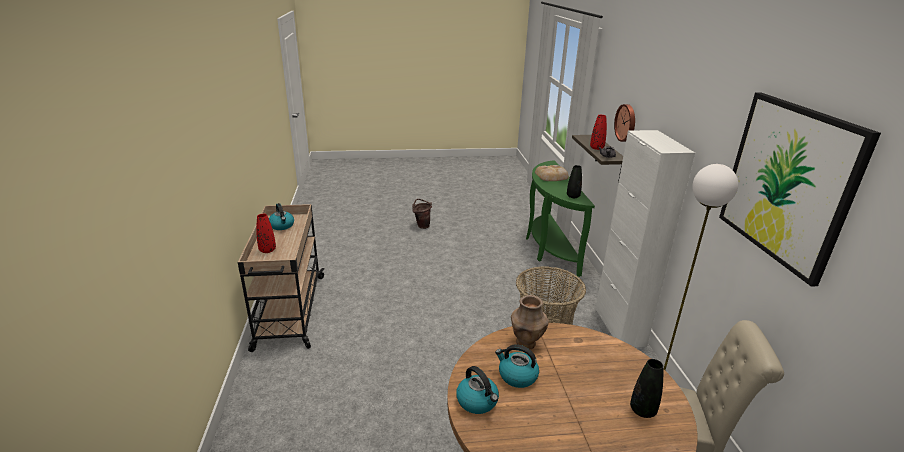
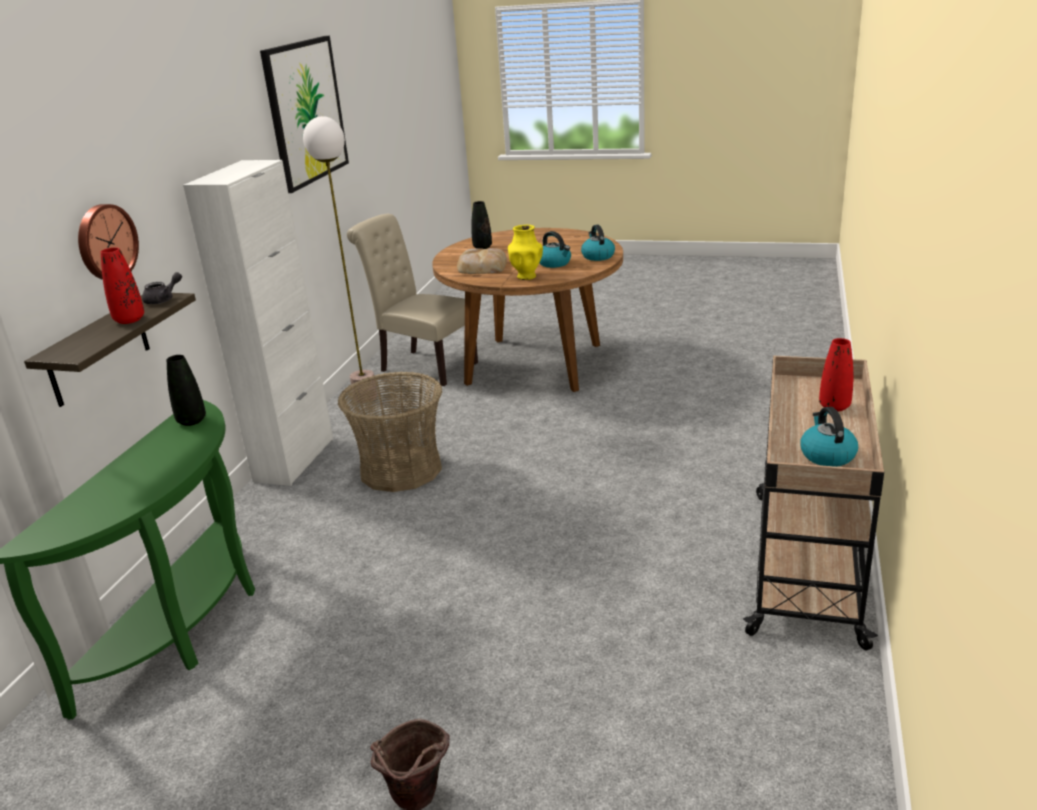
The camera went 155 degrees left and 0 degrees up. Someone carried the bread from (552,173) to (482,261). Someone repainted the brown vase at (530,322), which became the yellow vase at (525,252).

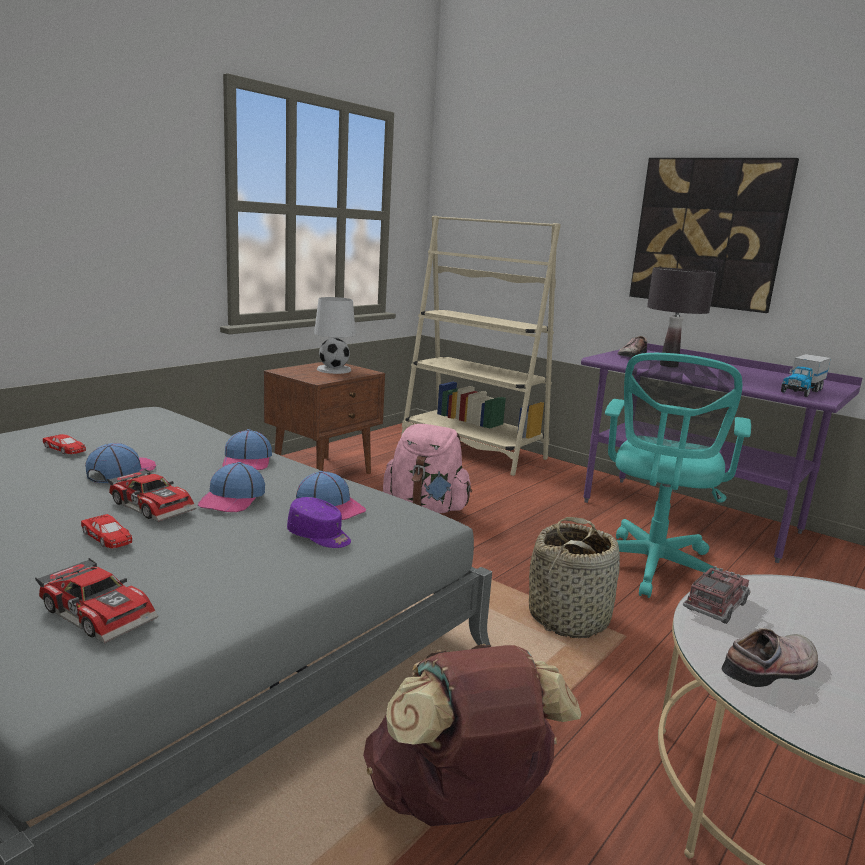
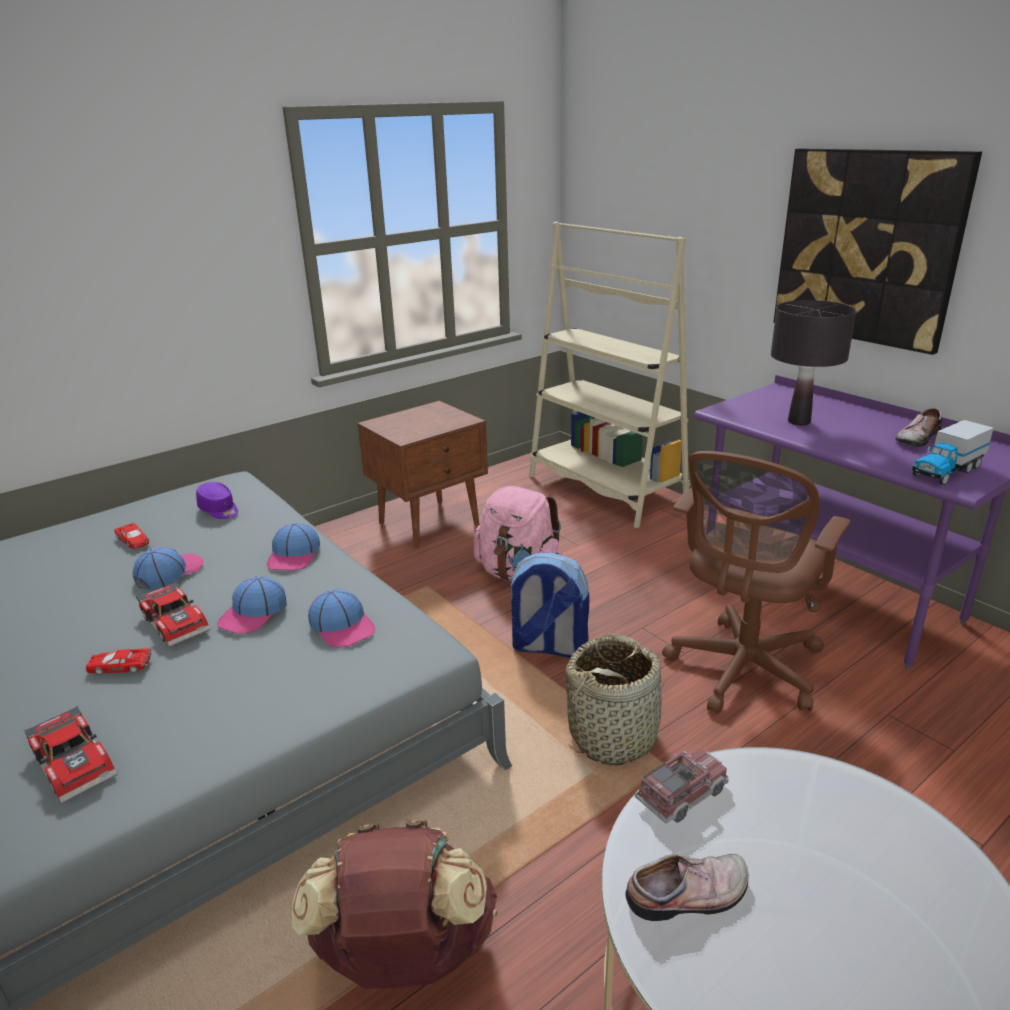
The camera went 15 degrees right and 10 degrees up. Someone rotated the red toy car at (106,531) by 120 degrees clockwise. Someone carried the purple cap from (319,522) to (217,500). Someone put down the backpack at (548,605). Someone repainted the turquoise office chair at (678,475), which became the brown office chair at (756,582). Someone carried the shoe from (632,347) to (918,427). Someone took away the white table lamp at (335,335).

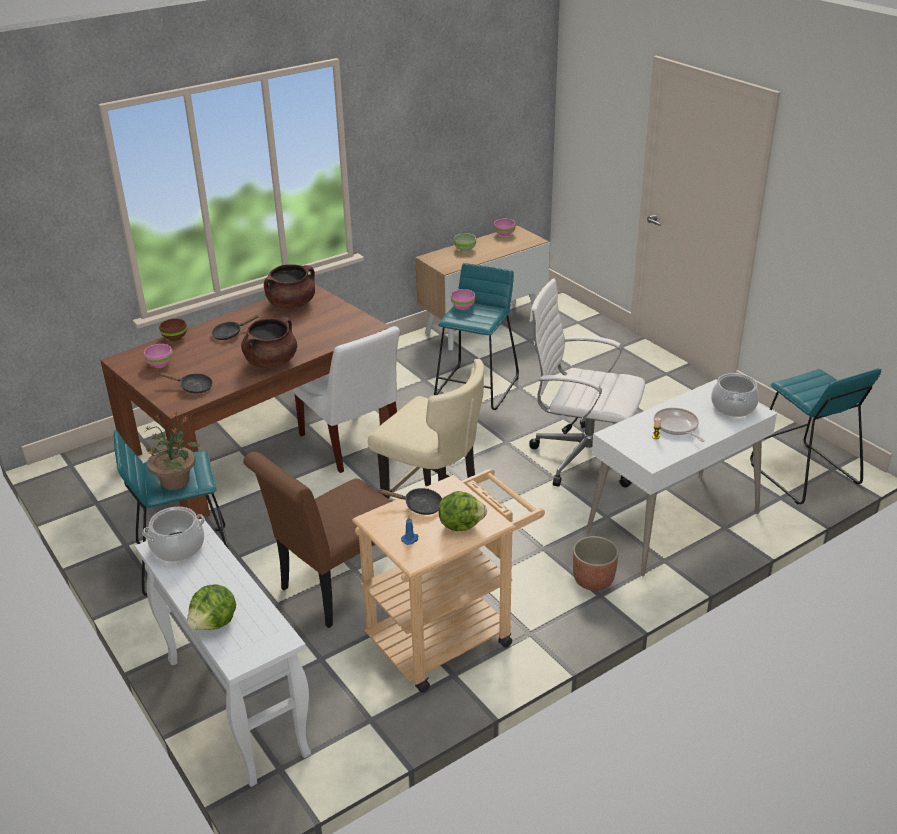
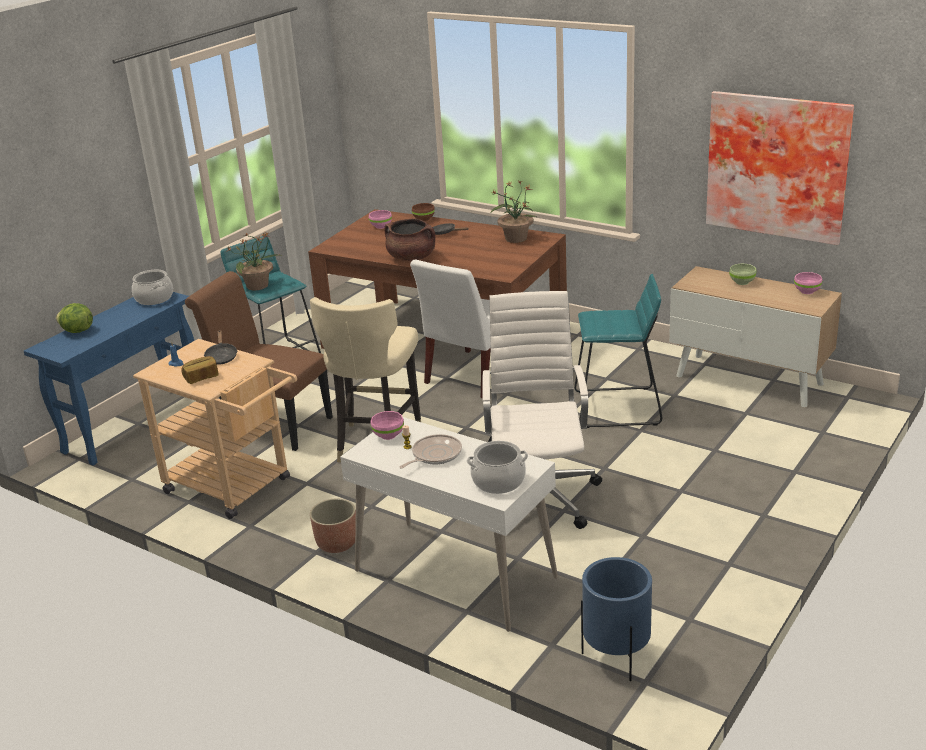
The camera went 70 degrees right and 5 degrees down. Someone repainted the white console table at (223,653), which became the blue console table at (109,379). Someone swapped the lettuce at (462,511) for the bread at (200,370). Someone carried the pink bowl from (463,299) to (387,425). Someone swapped the brown cooking pot at (289,286) for the potted plant at (513,211). Someone swapped the turquoise stool at (815,436) for the blue planter at (616,619). Someone put up the picture at (780,168). Someone took away the black frying pan at (186,383).

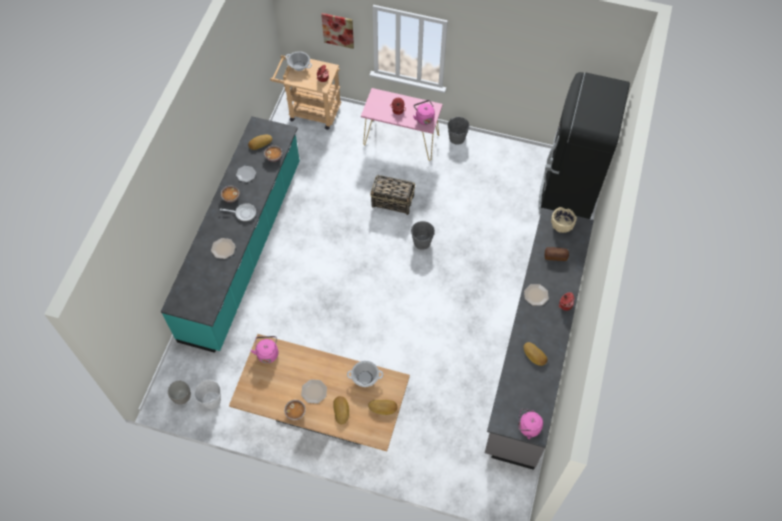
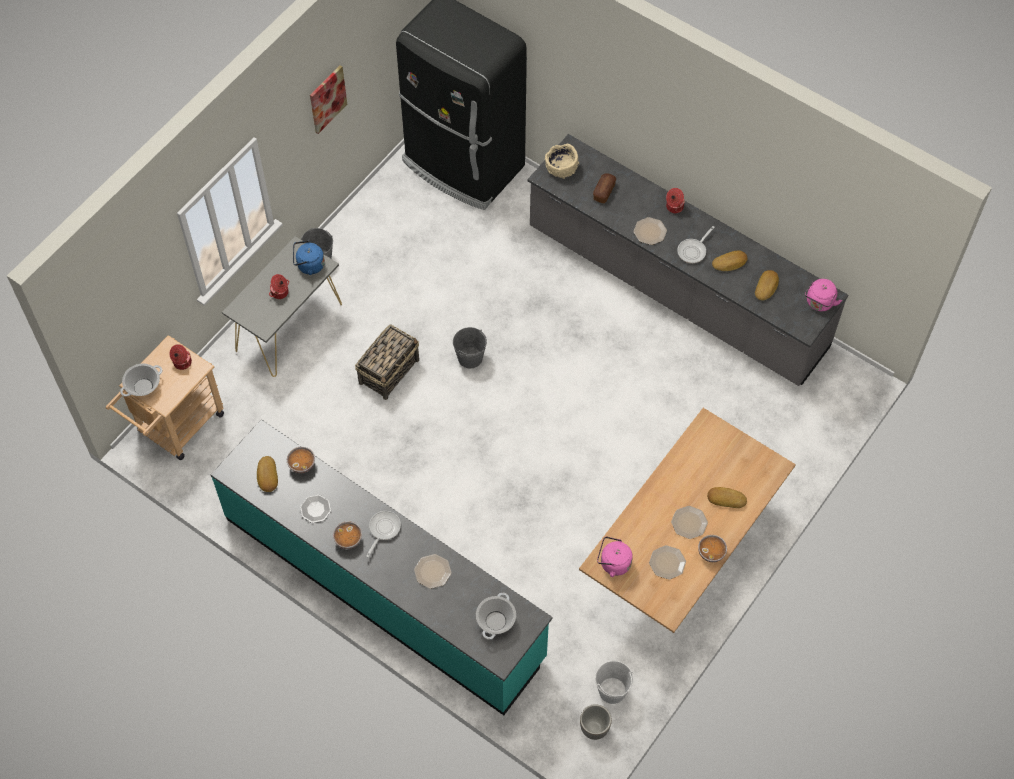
The camera went 70 degrees left and 0 degrees up. Someone repainted the pink console table at (402,124), which became the grey console table at (282,306). Someone repainted the pink kettle at (424,112), which became the blue kettle at (309,258). Someone carried the picture from (337,31) to (328,99). Someone carried the cooking pot from (365,374) to (496,616). Someone put down the plate at (667,562). Someone put down the frying pan at (696,244). Someone carried the bread from (383,407) to (767,285).

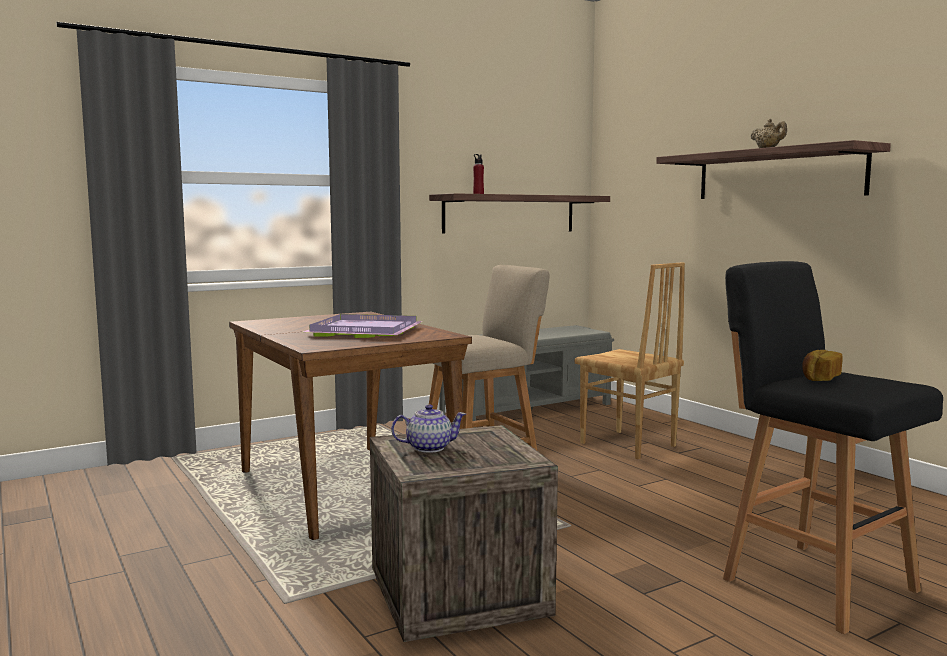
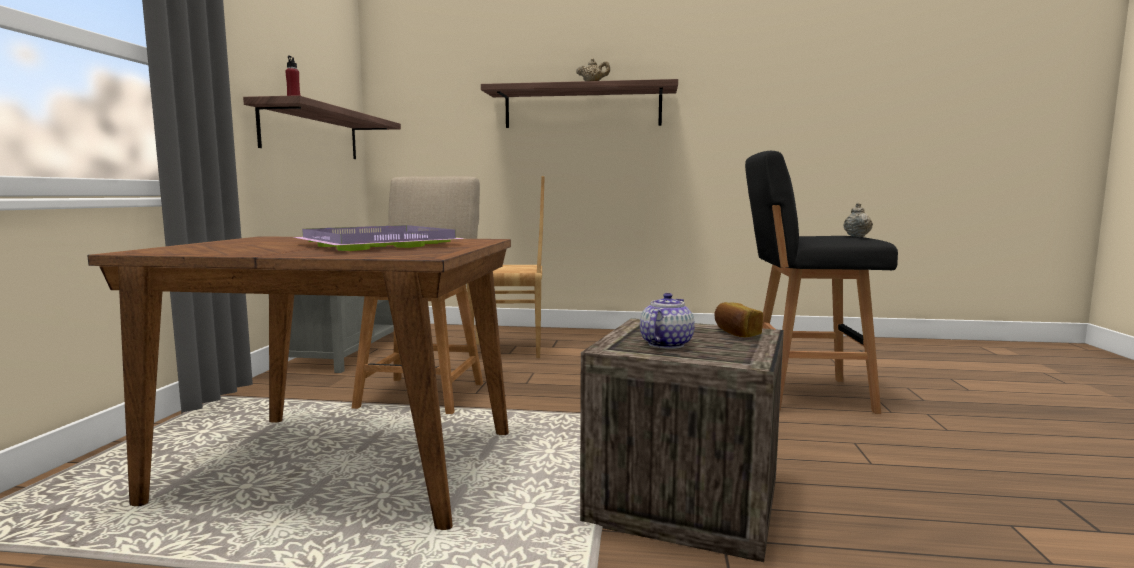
The camera went 50 degrees left and 0 degrees up. Someone carried the bread from (822,365) to (739,319). Someone put down the beige teapot at (858,220).

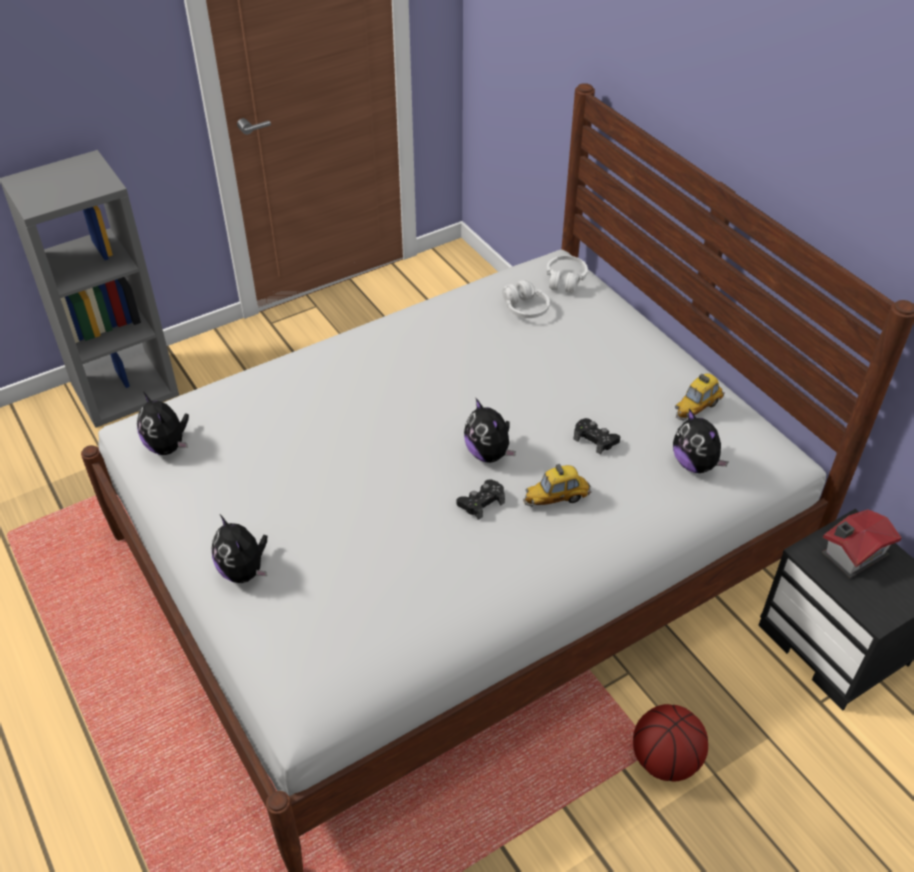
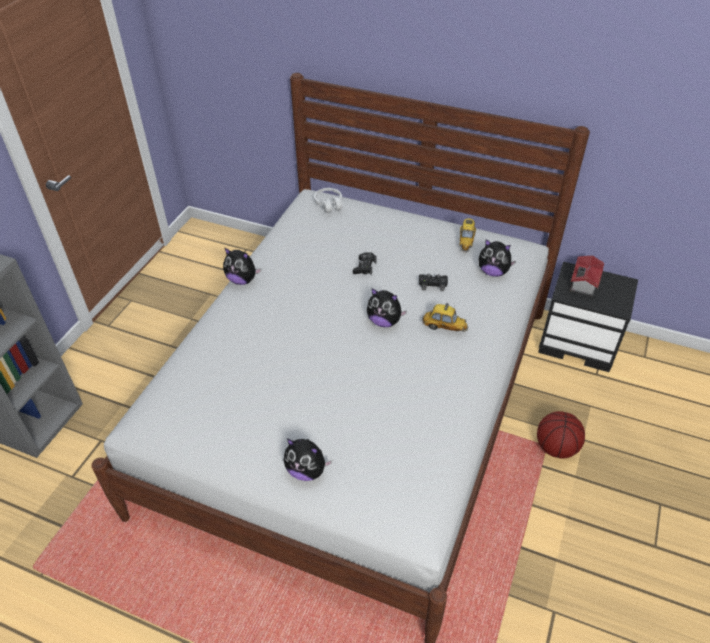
The camera went 35 degrees left and 0 degrees up. Someone carried the plush toy from (163,423) to (242,266). Someone carried the black game controller from (480,499) to (365,263). Someone rotated the toy car at (557,485) by 105 degrees counterclockwise. Someone took away the white headphones at (526,299).

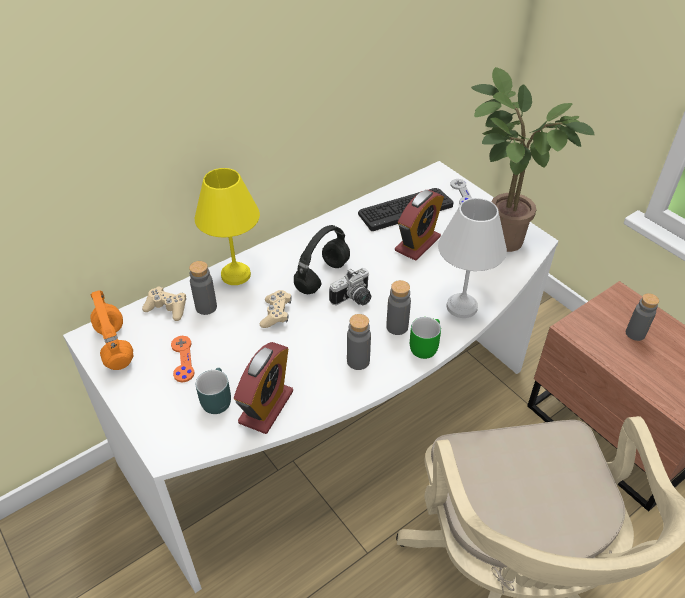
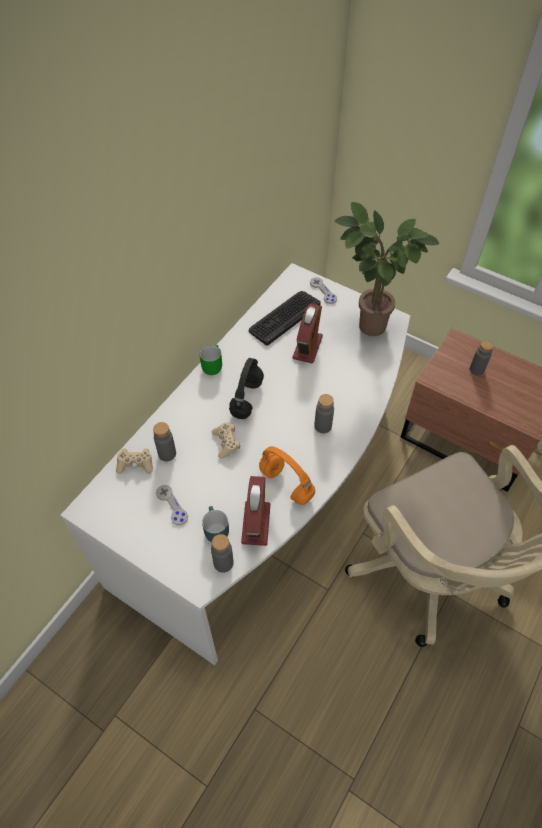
The camera went 20 degrees left and 10 degrees up. Someone repainted the orange game controller at (183,359), which became the grey game controller at (172,505). Someone carried the green mug from (425,338) to (210,359). Someone carried the grey bottle from (359,342) to (222,553). Someone carried the orange headphones from (111,330) to (287,475). Someone took away the yellow table lamp at (227,226). Someone took away the photo camera at (350,286). Someone took away the white table lamp at (472,258).

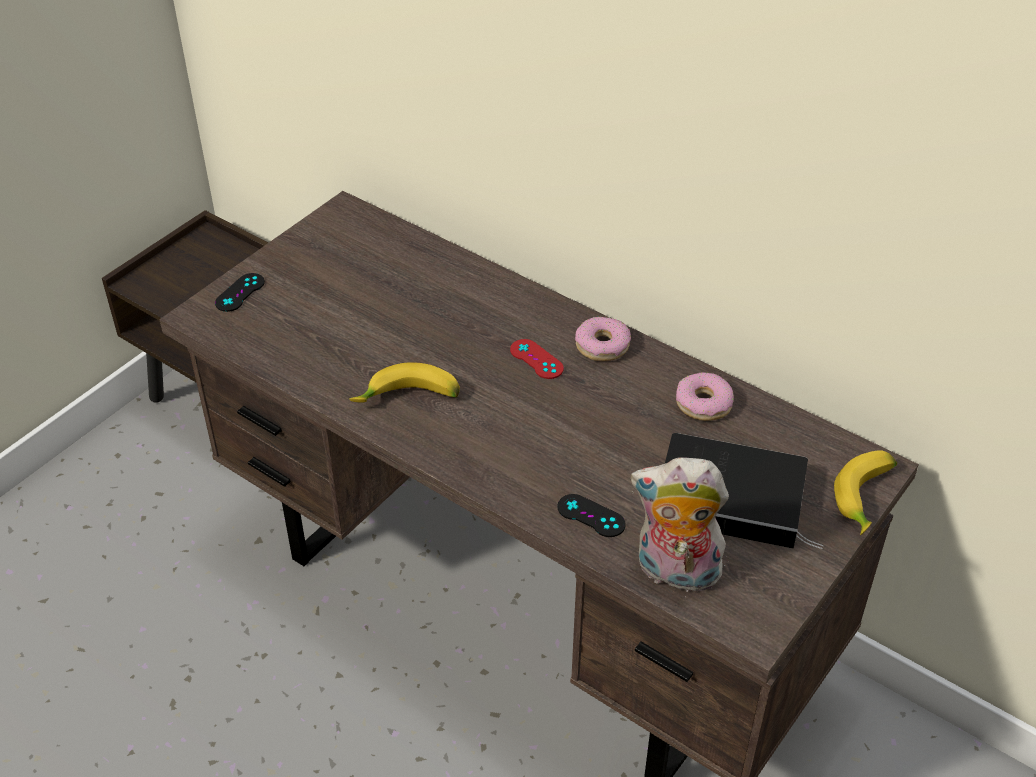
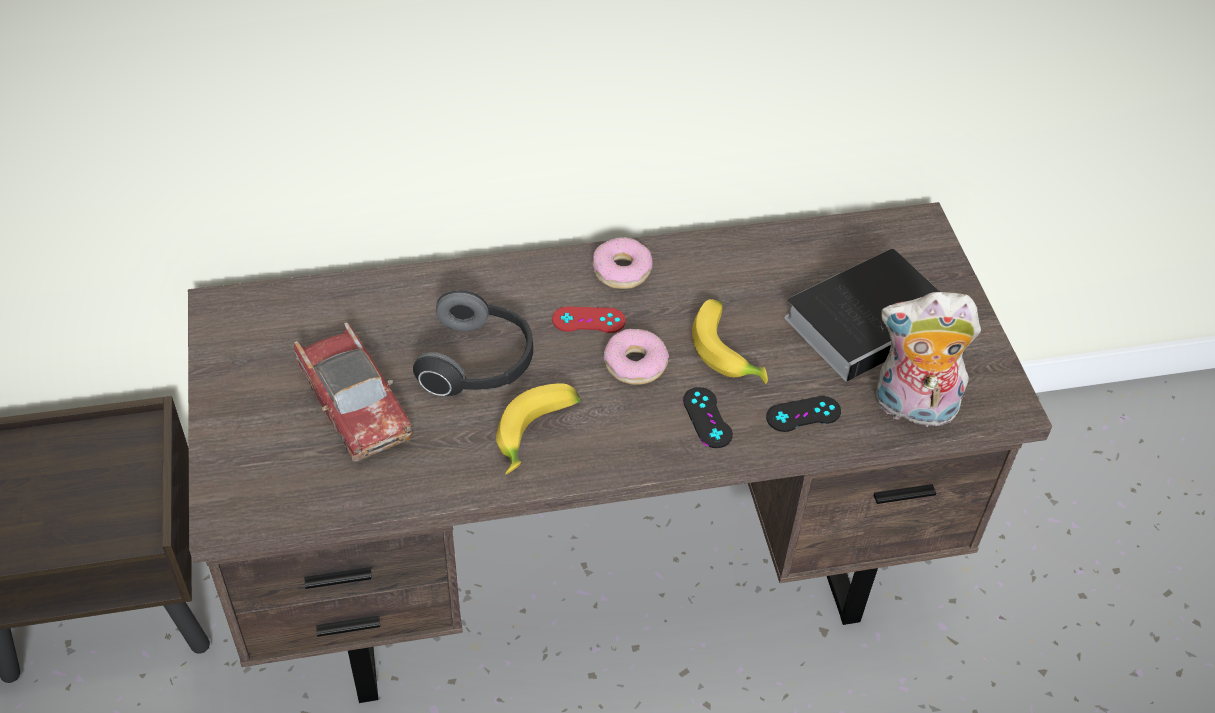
The camera went 50 degrees left and 5 degrees up. Someone put down the toy car at (353,392). Someone put down the headphones at (473,343). Someone carried the donut from (705,397) to (636,357). Someone carried the black game controller from (240,292) to (708,417). Someone carried the banana from (865,492) to (730,341). Someone rotated the plush toy at (680,527) by 45 degrees clockwise.

